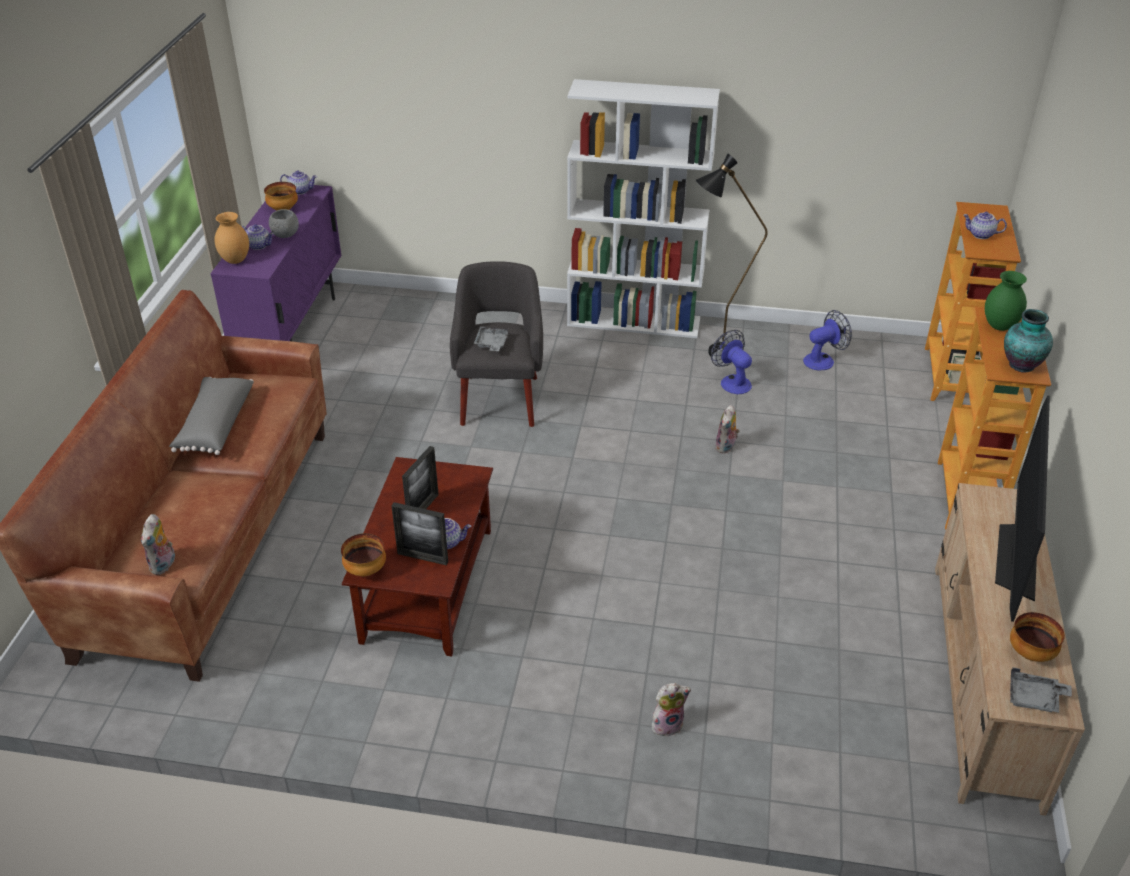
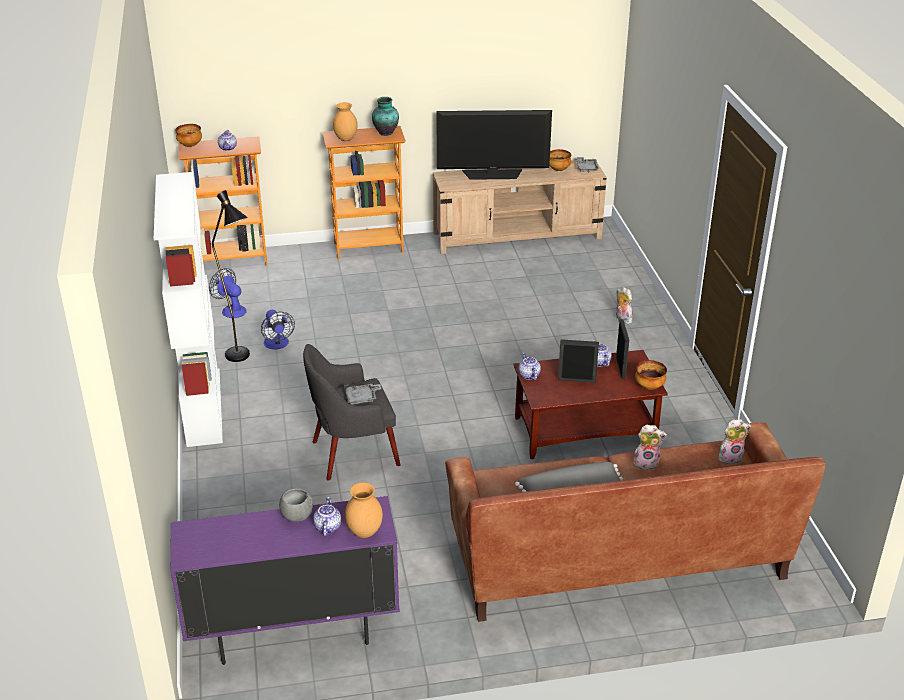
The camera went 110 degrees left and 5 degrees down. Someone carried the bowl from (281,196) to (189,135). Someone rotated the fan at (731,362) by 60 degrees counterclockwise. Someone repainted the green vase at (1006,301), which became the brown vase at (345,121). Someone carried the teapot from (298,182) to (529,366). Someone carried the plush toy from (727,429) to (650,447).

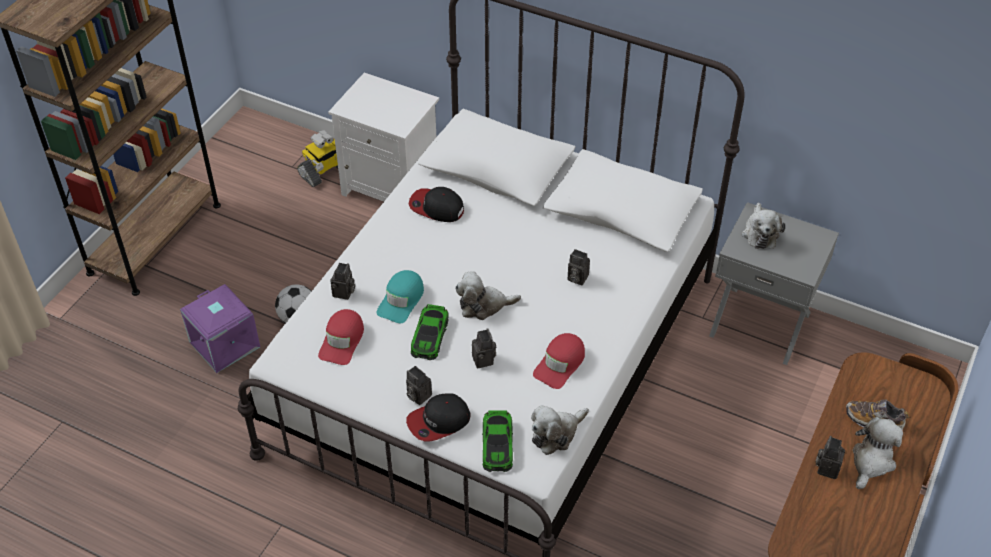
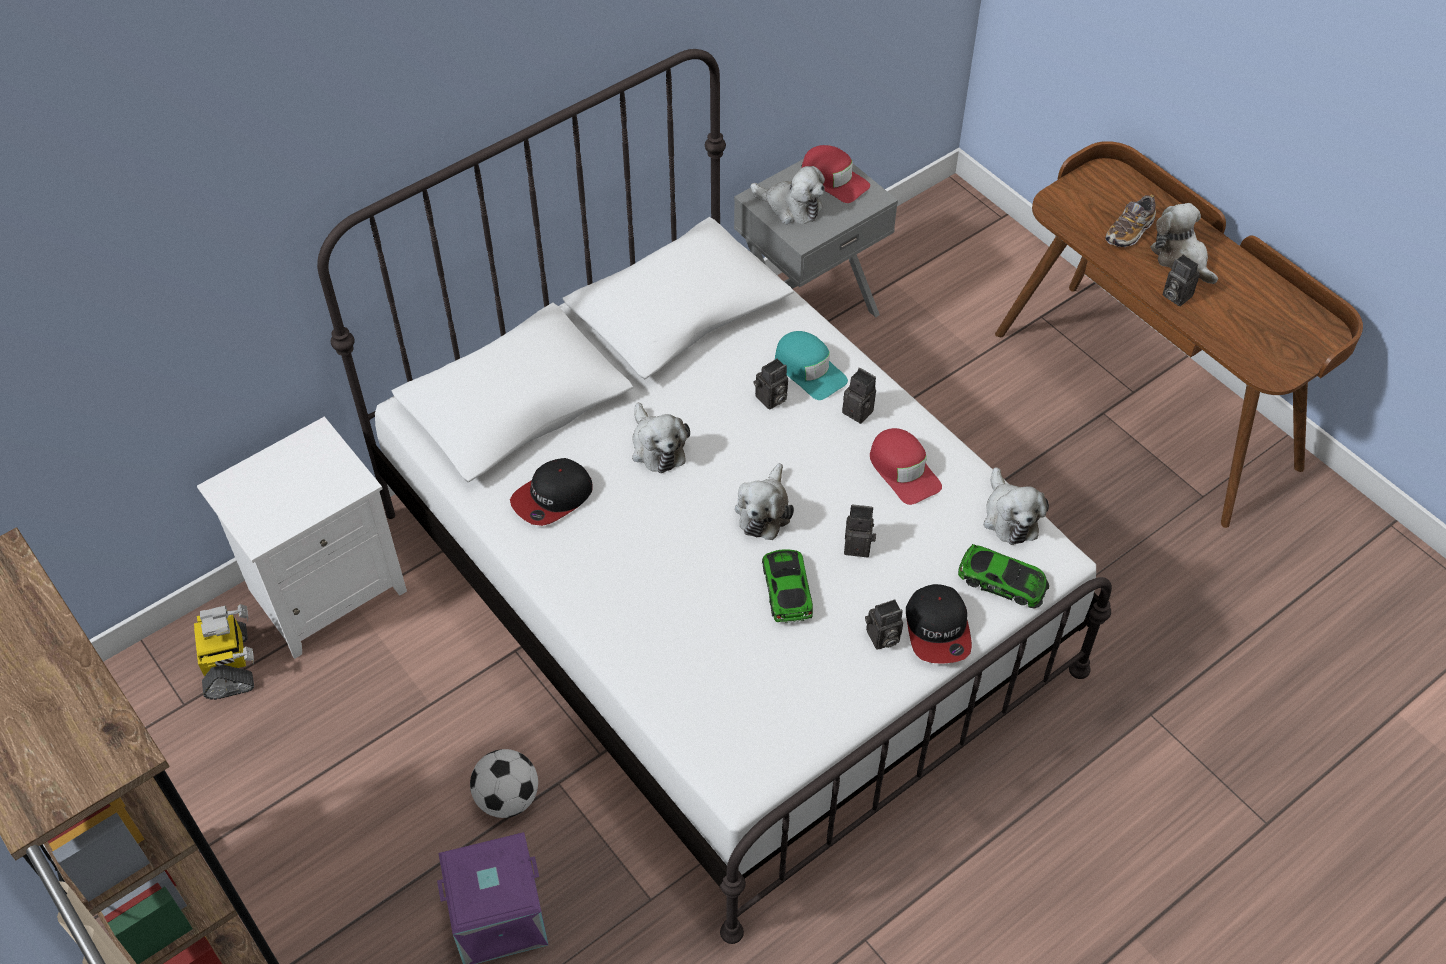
The camera went 65 degrees left and 5 degrees up. Someone put down the plush toy at (661,438). Someone rotated the toy car at (429,332) by 135 degrees counterclockwise. Someone carried the turquoise cap from (400,296) to (811,365). Someone carried the red cap from (341,337) to (836,174). Someone carried the photo camera from (342,281) to (859,396).

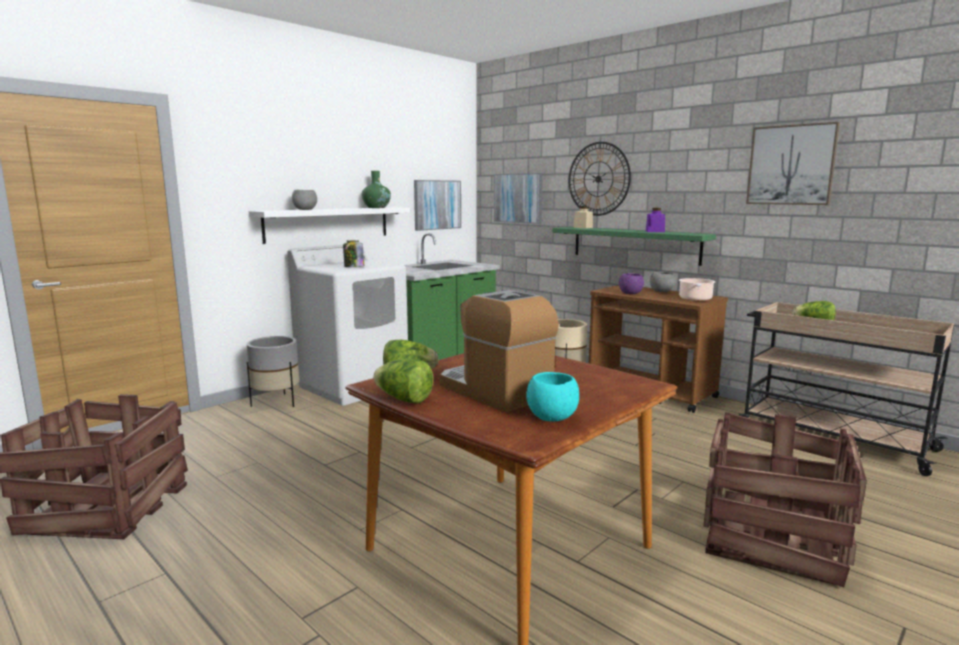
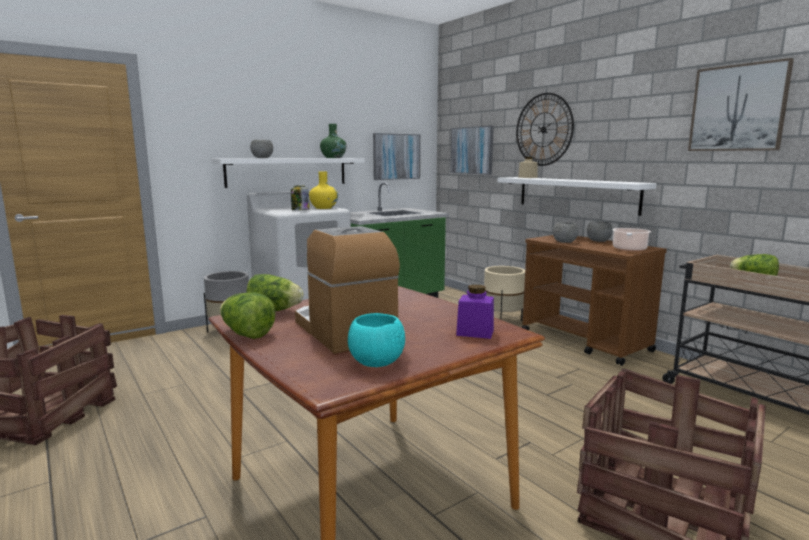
The camera went 10 degrees right and 0 degrees up. Someone put down the yellow vase at (323,190). Someone carried the purple jar from (655,220) to (475,311). Someone repainted the green shelf at (634,246), which became the white shelf at (577,196). Someone repainted the purple bowl at (631,283), which became the grey bowl at (565,232).

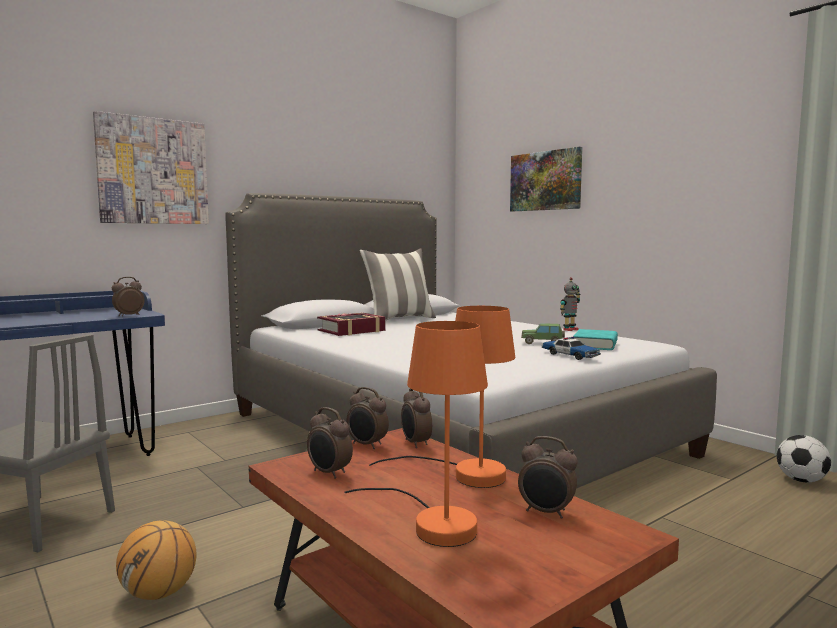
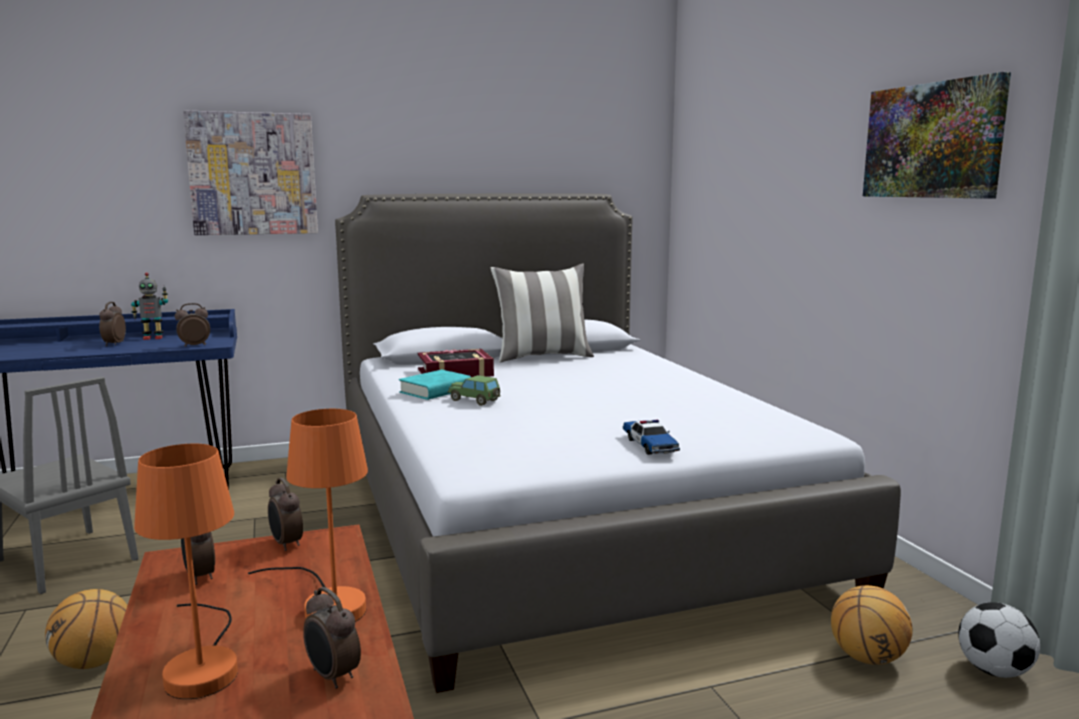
The camera went 20 degrees right and 5 degrees up. Someone carried the alarm clock from (416,418) to (112,324). Someone carried the toy robot from (570,304) to (149,306). Someone carried the turquoise book from (595,339) to (435,384). Someone carried the toy car from (543,333) to (473,390). Someone put down the basketball at (871,625). Someone carried the picture from (546,179) to (937,135).

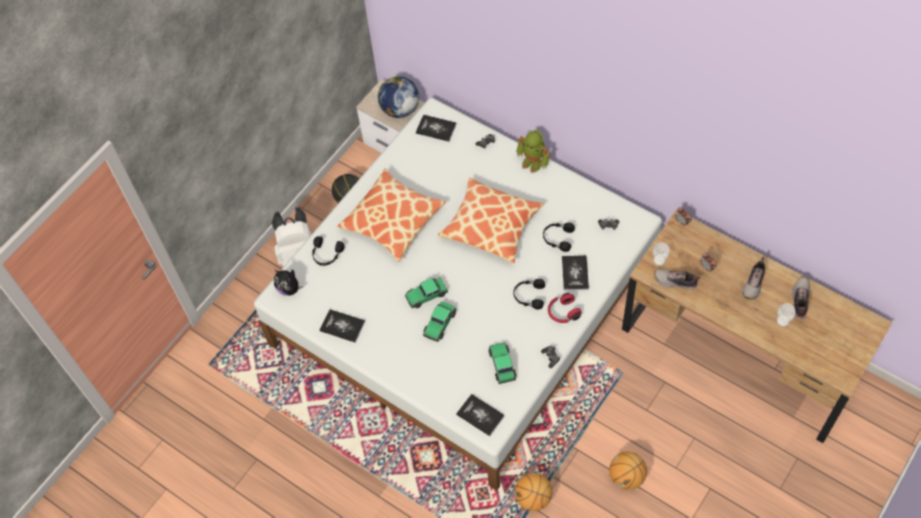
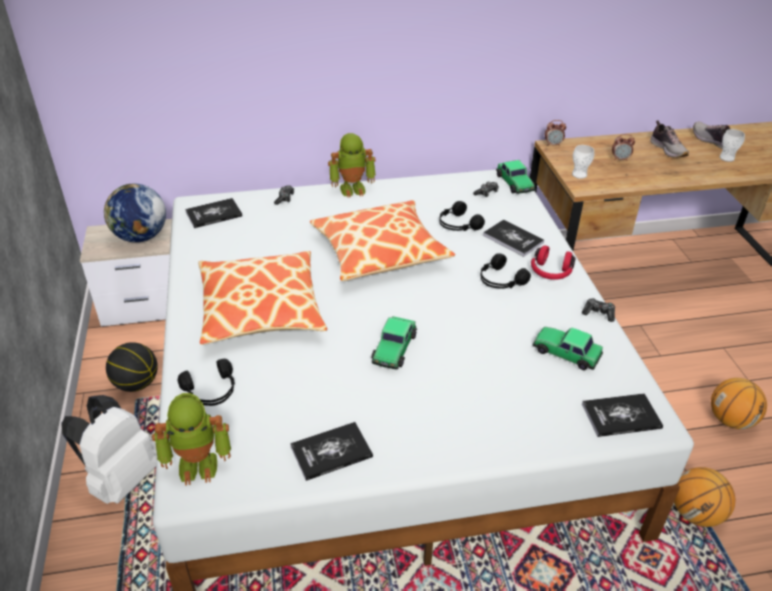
The camera went 50 degrees left and 20 degrees down. Someone swapped the plush toy at (288,283) for the toy robot at (191,439). Someone carried the toy car from (439,321) to (515,177). Someone took away the shoe at (677,279).

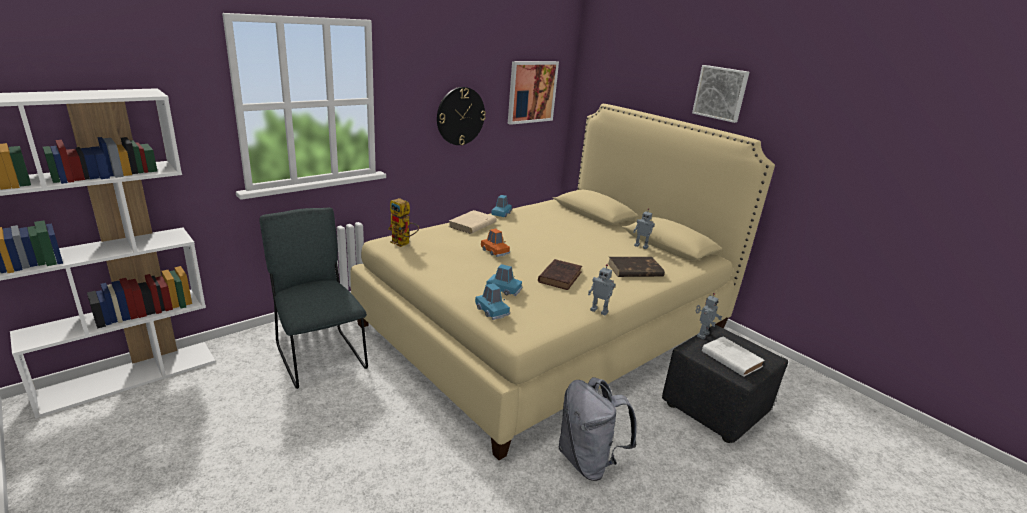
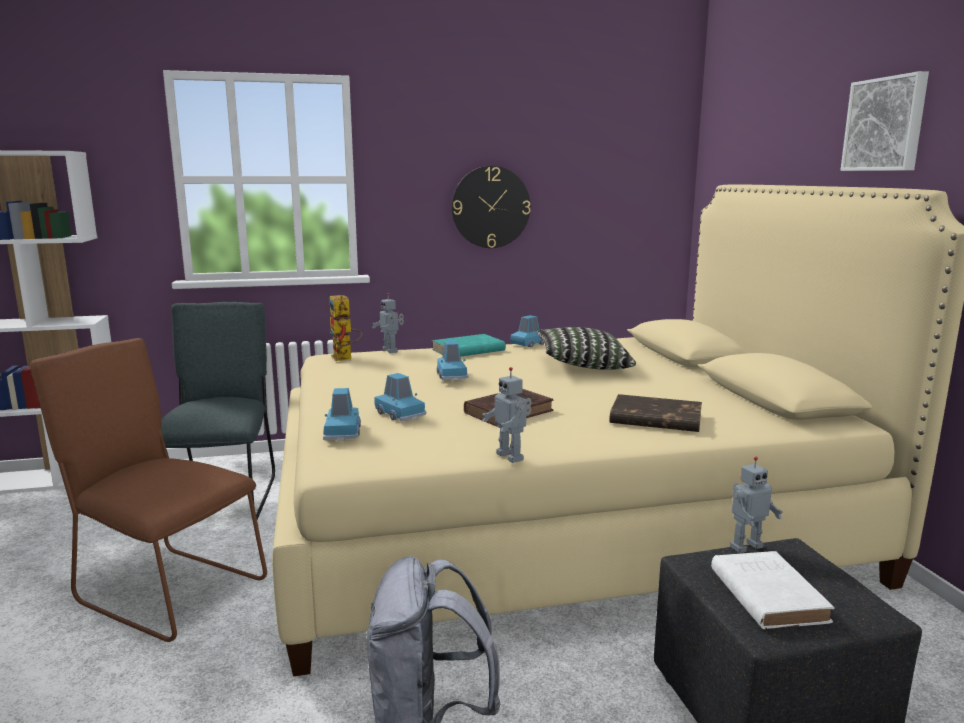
The camera went 30 degrees right and 10 degrees down. Someone put down the brown chair at (148,490). Someone carried the toy robot from (644,228) to (388,323). Someone repainted the beige book at (473,222), which became the turquoise book at (469,345). Someone repainted the orange toy car at (495,242), which became the blue toy car at (452,361). Someone put down the pillow at (586,348). Someone took away the picture at (533,93).

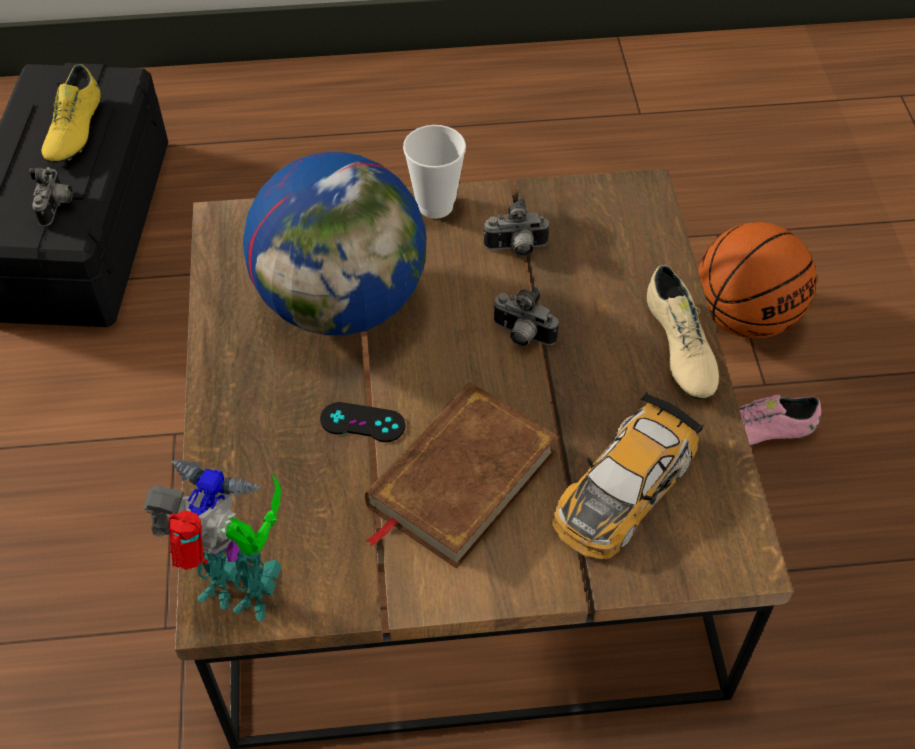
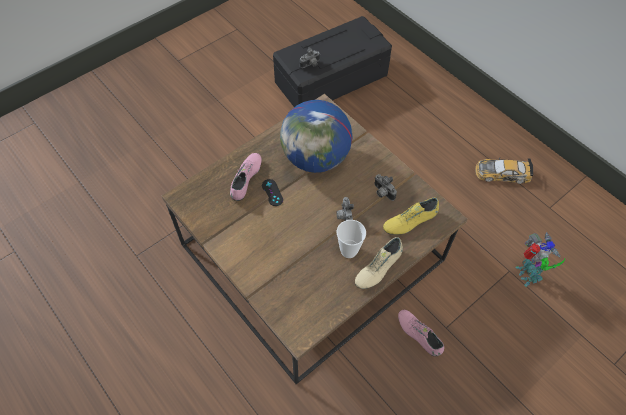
The camera went 55 degrees right and 5 degrees up. Someone put down the pink shoe at (246,177). Someone carried the cup from (434,172) to (351,239). Someone carried the yellow shoe from (71,113) to (411,216). Someone carried the toy car from (627,476) to (504,171). Someone carried the toy robot from (212,541) to (540,259). Someone took away the brown book at (461,475). Someone took away the basketball at (757,280).

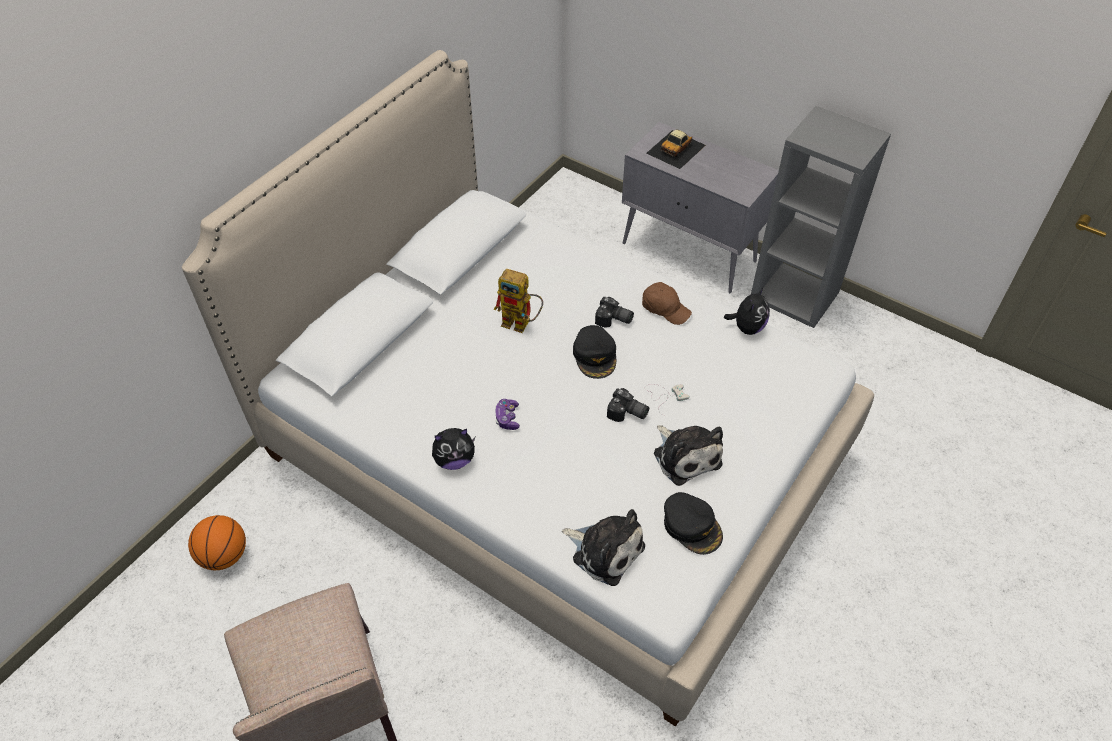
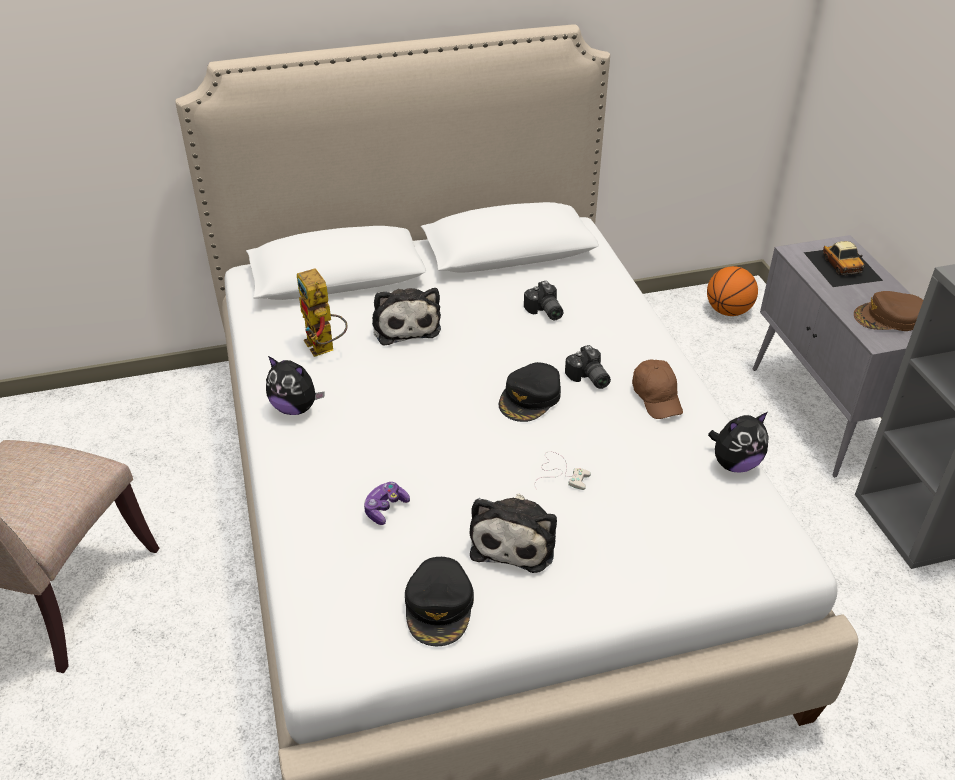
The camera went 40 degrees right and 10 degrees down. Someone carried the toy robot from (518,301) to (322,312). Someone carried the game controller from (507,414) to (387,503). Someone carried the plush toy from (603,547) to (406,317). Someone carried the photo camera from (628,405) to (543,300). Someone carried the basketball from (217,542) to (732,291). Someone rotated the toy car at (676,149) by 90 degrees counterclockwise. Someone put down the brown cap at (888,311).

